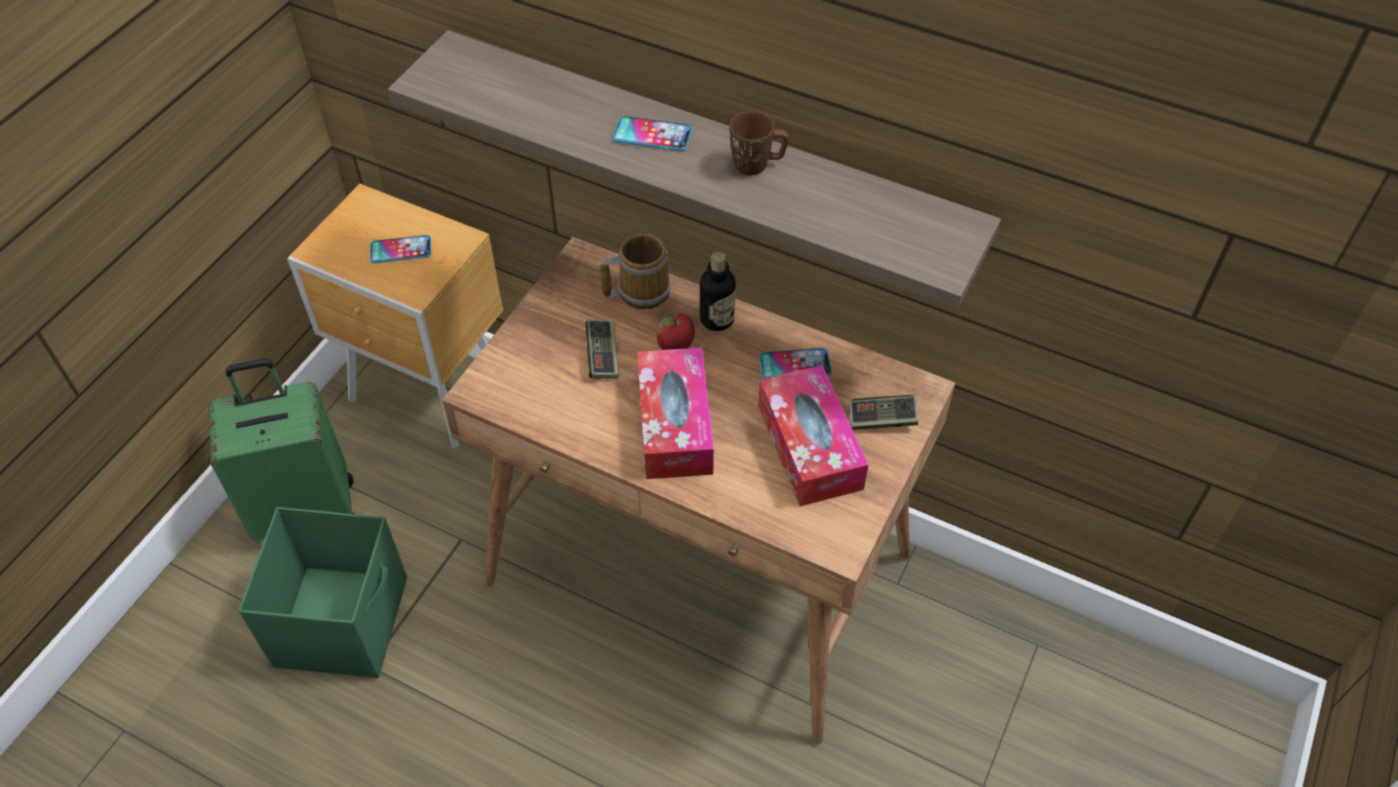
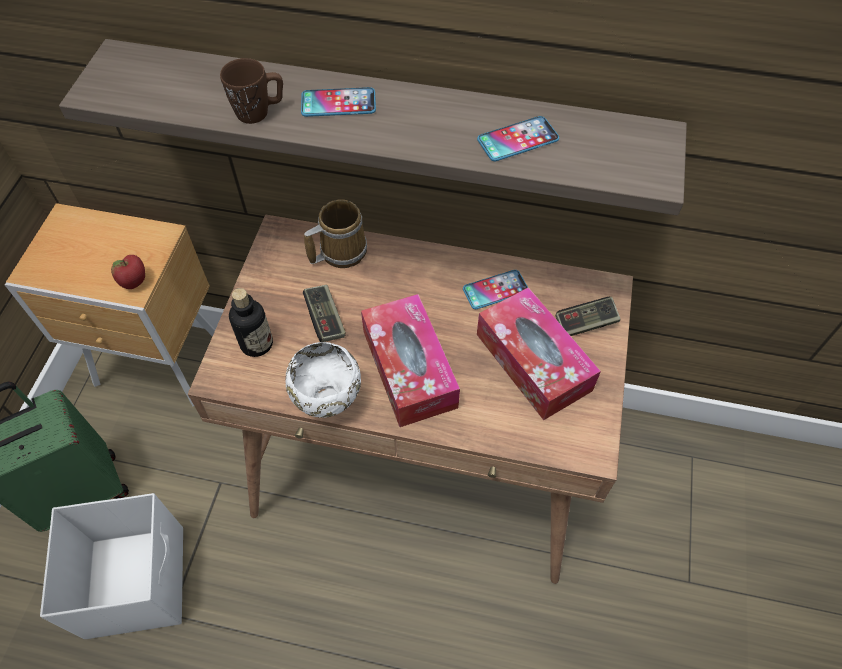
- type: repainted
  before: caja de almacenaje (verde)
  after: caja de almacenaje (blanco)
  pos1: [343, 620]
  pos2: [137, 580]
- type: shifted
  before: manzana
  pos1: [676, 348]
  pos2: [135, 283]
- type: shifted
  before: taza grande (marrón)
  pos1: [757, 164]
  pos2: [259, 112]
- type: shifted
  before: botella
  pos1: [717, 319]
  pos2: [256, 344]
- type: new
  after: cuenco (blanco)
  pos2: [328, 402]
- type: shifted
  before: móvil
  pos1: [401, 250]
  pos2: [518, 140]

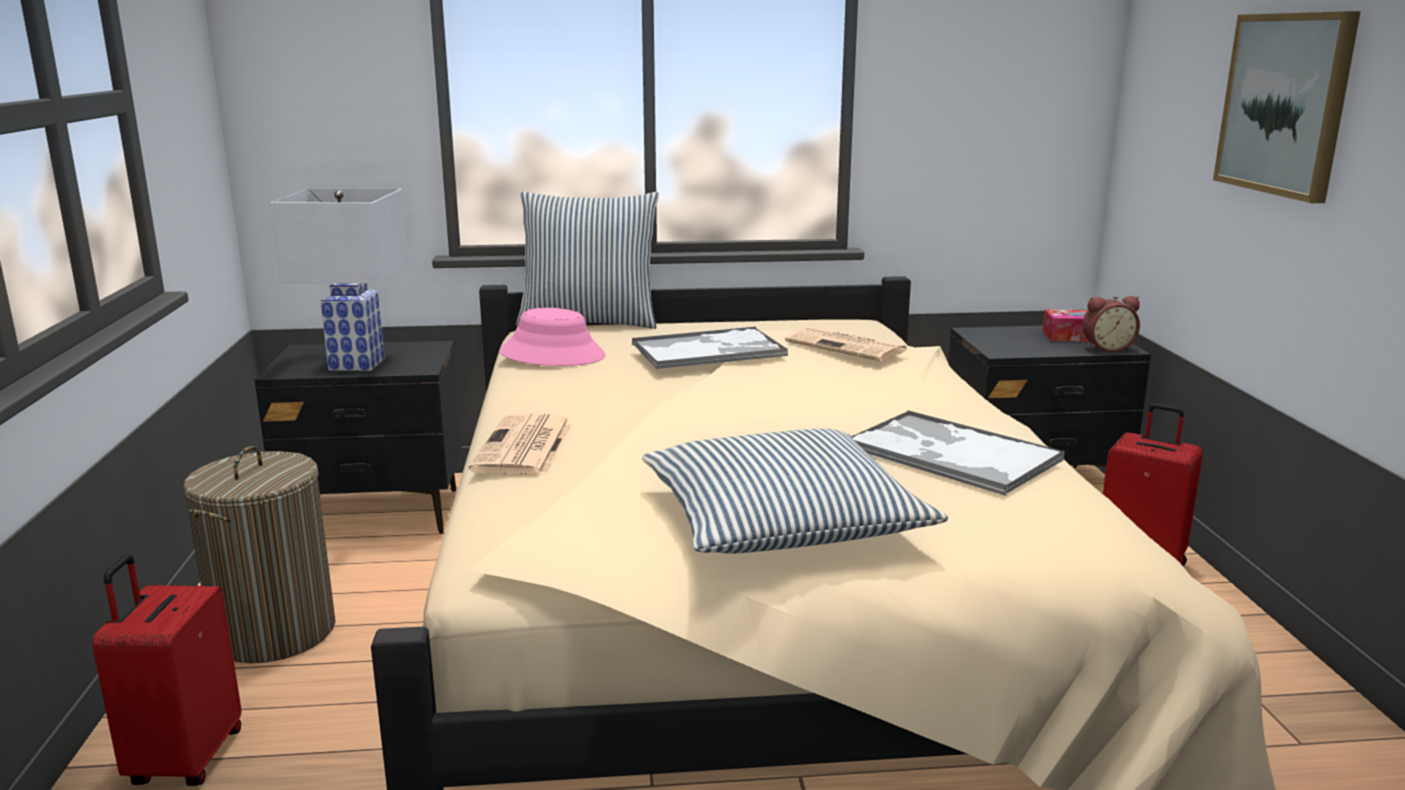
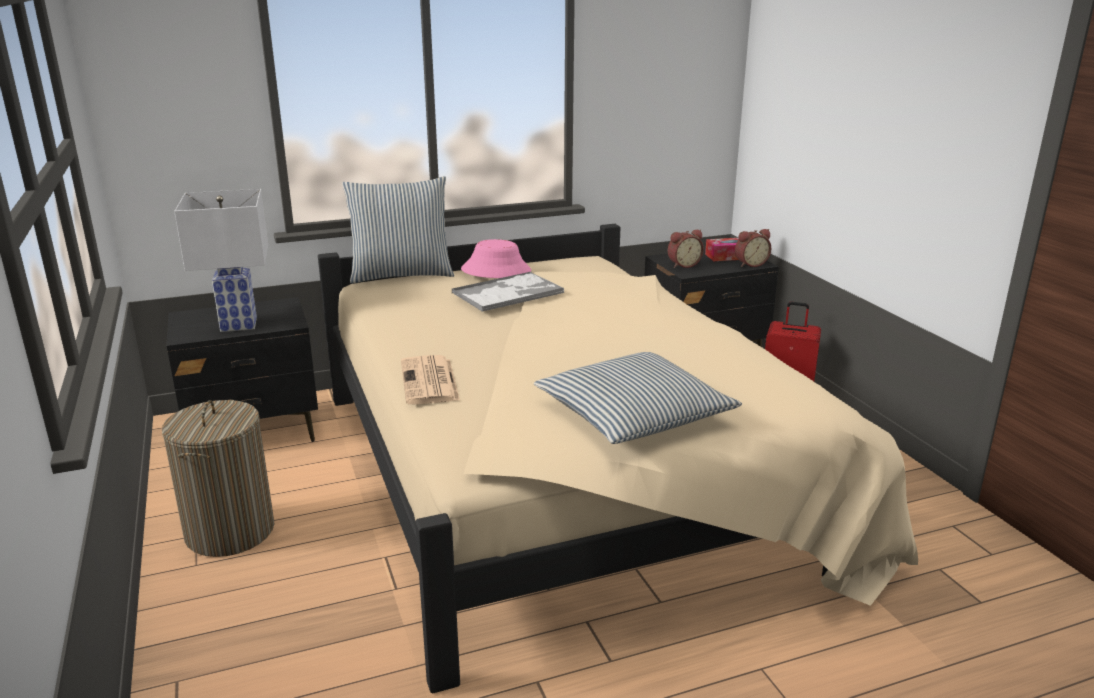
- type: shifted
  before: sombrero (rosa)
  pos1: [552, 355]
  pos2: [496, 270]
- type: new
  after: despertador
  pos2: [683, 265]
- type: gone
  before: maleta (rojo)
  pos1: [184, 759]
- type: gone
  before: periódico
  pos1: [848, 346]
- type: gone
  before: bandeja
  pos1: [950, 453]
- type: gone
  before: cuadro
  pos1: [1285, 104]

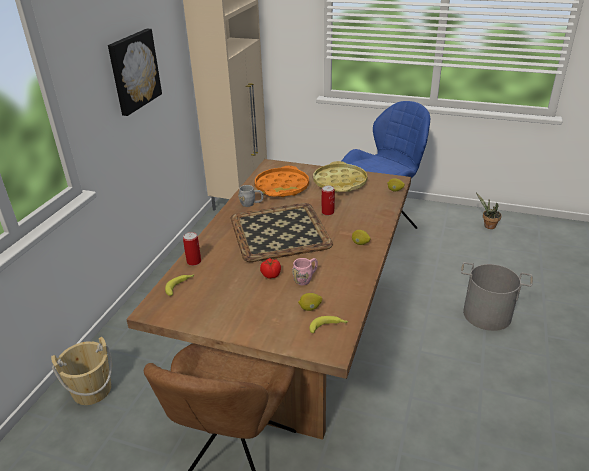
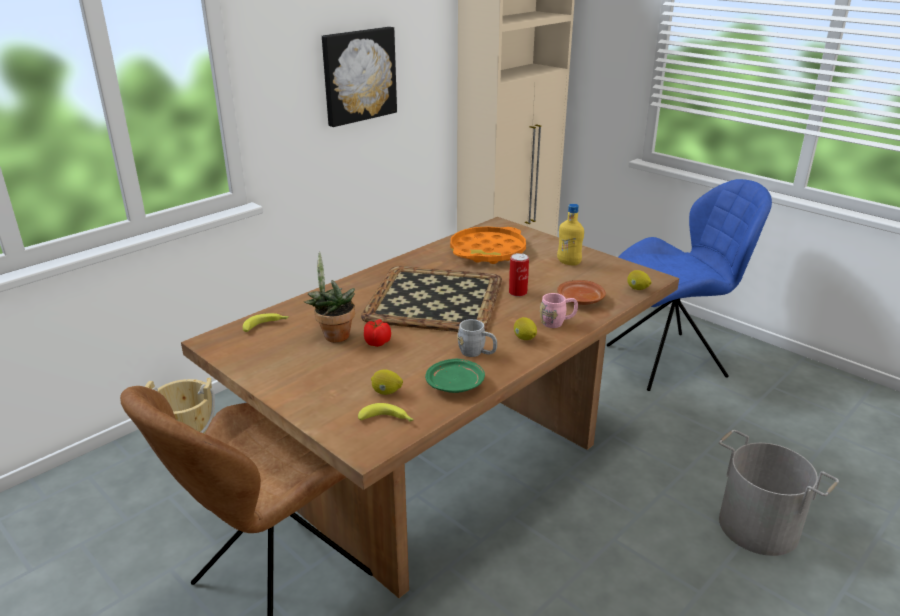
- type: shifted
  before: planta en maceta
  pos1: [488, 226]
  pos2: [333, 335]
- type: new
  after: plato (verde)
  pos2: [455, 384]
- type: shifted
  before: taza grande (gris)
  pos1: [251, 204]
  pos2: [477, 353]
- type: shifted
  before: taza grande (rosa)
  pos1: [306, 278]
  pos2: [558, 322]
- type: swapped
  before: bandeja (amarillo)
  after: botella (amarillo)
  pos1: [340, 182]
  pos2: [568, 263]
- type: new
  after: plato (marrón)
  pos2: [580, 300]
- type: gone
  before: lata
  pos1: [194, 261]

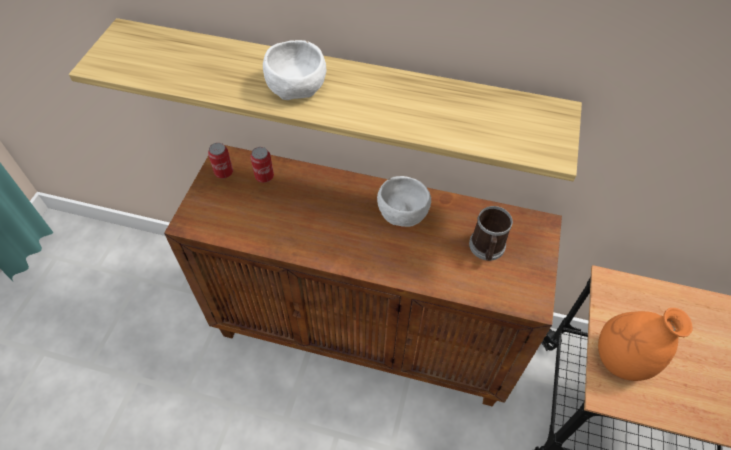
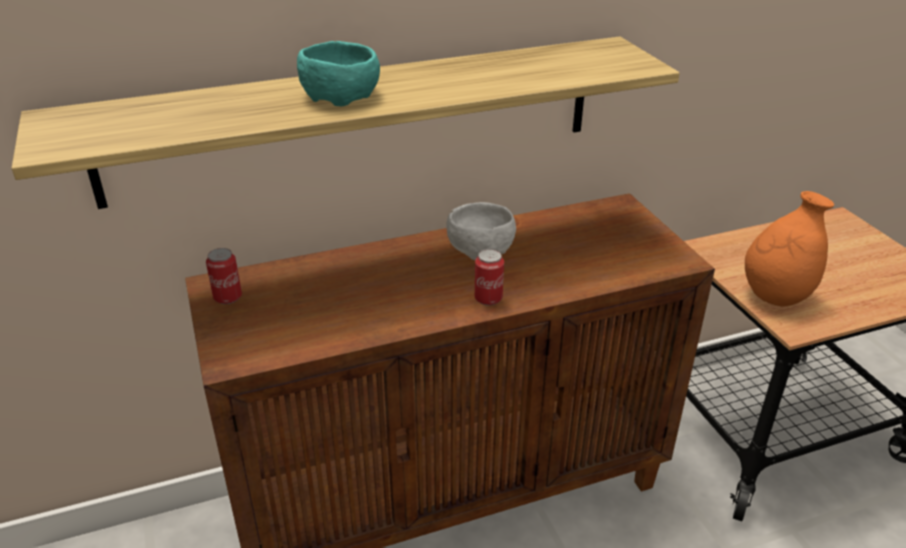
- type: repainted
  before: cuenco (blanco)
  after: cuenco (turquesa)
  pos1: [297, 85]
  pos2: [341, 94]
- type: shifted
  before: lata
  pos1: [264, 176]
  pos2: [488, 298]
- type: gone
  before: taza grande
  pos1: [486, 249]

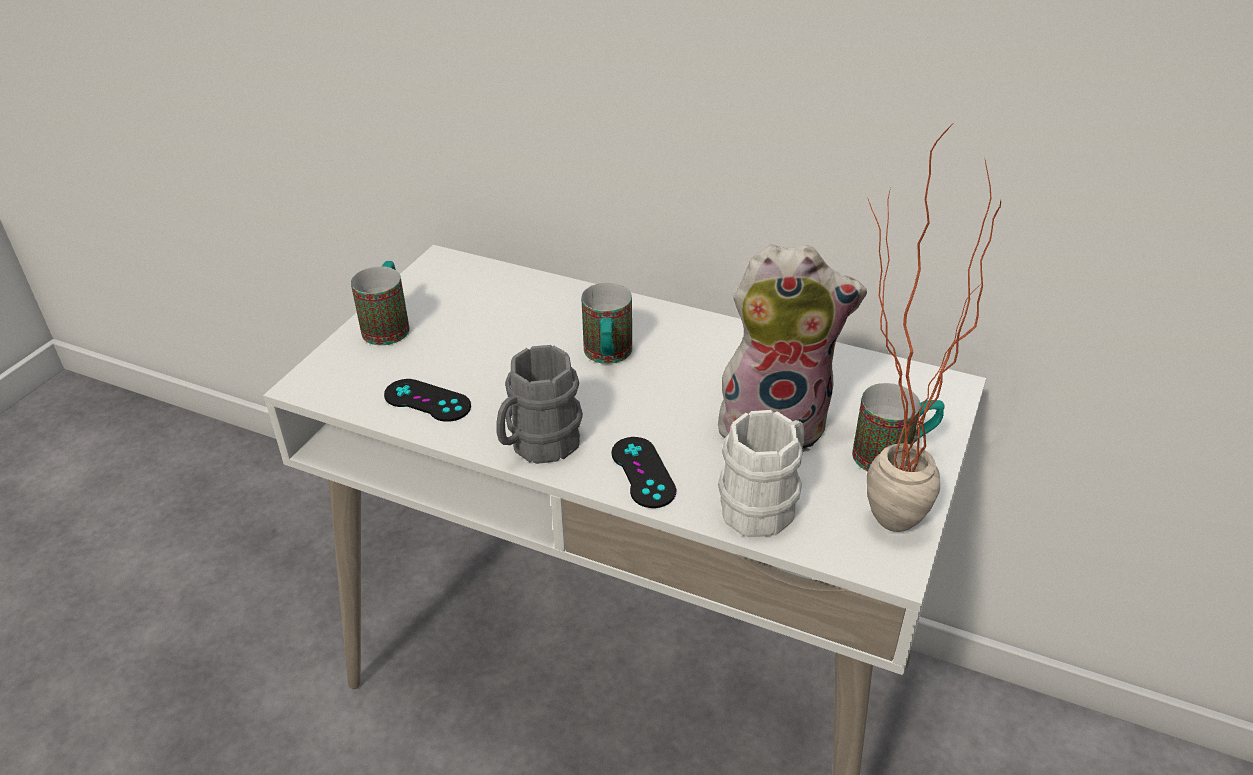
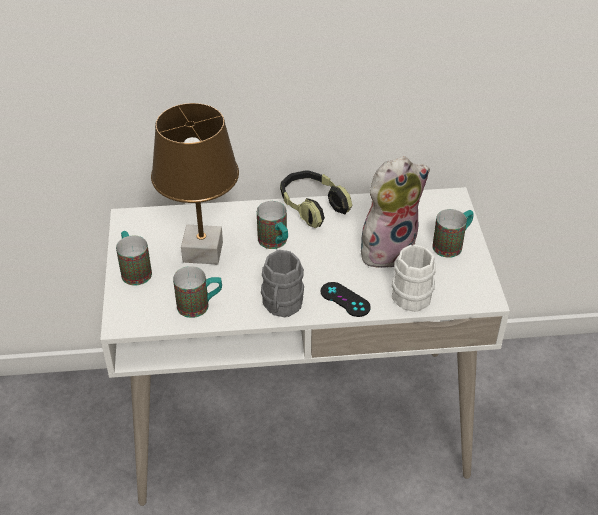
- type: new
  after: lámpara de mesa (marrón)
  pos2: [203, 251]
- type: swapped
  before: mando de consola (negro)
  after: taza grande
  pos1: [427, 401]
  pos2: [200, 306]
- type: new
  after: auriculares
  pos2: [312, 206]
- type: gone
  before: planta en maceta
  pos1: [872, 516]

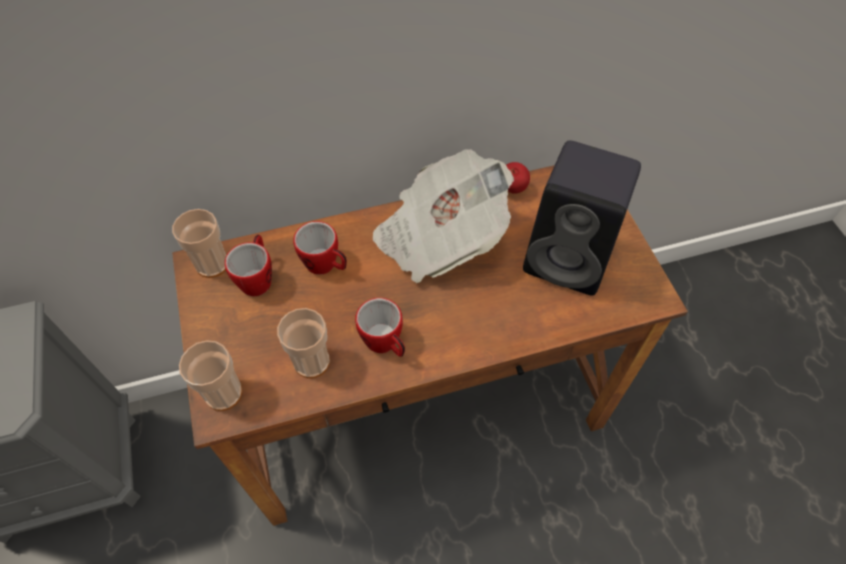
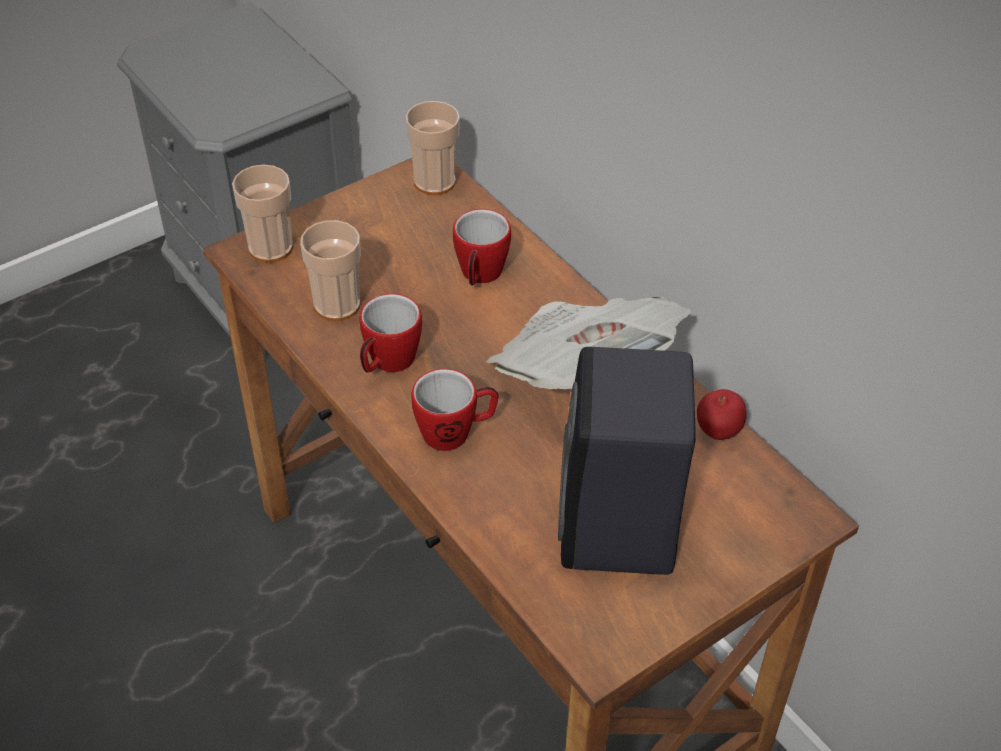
- type: shifted
  before: taza grande
  pos1: [258, 277]
  pos2: [456, 432]

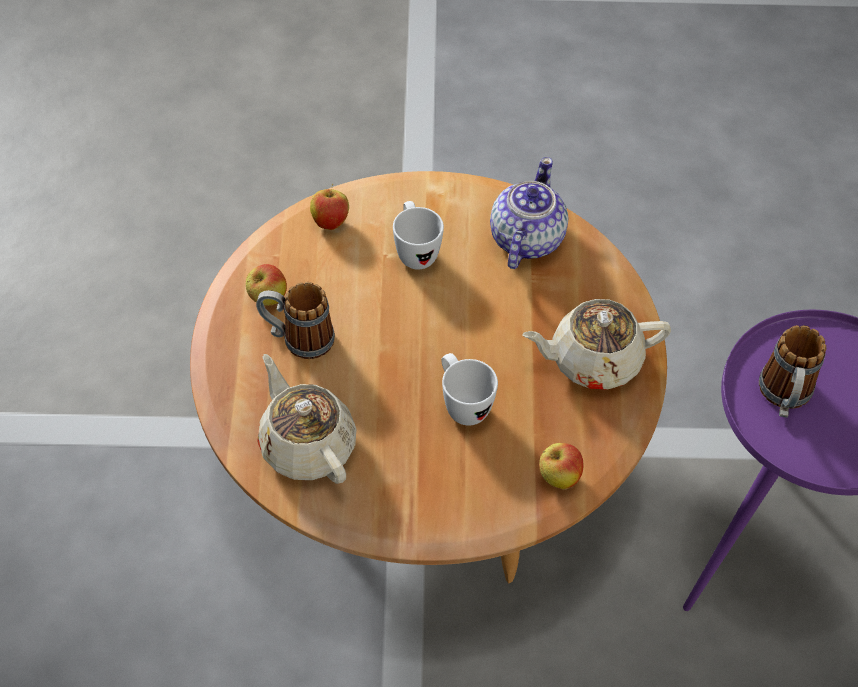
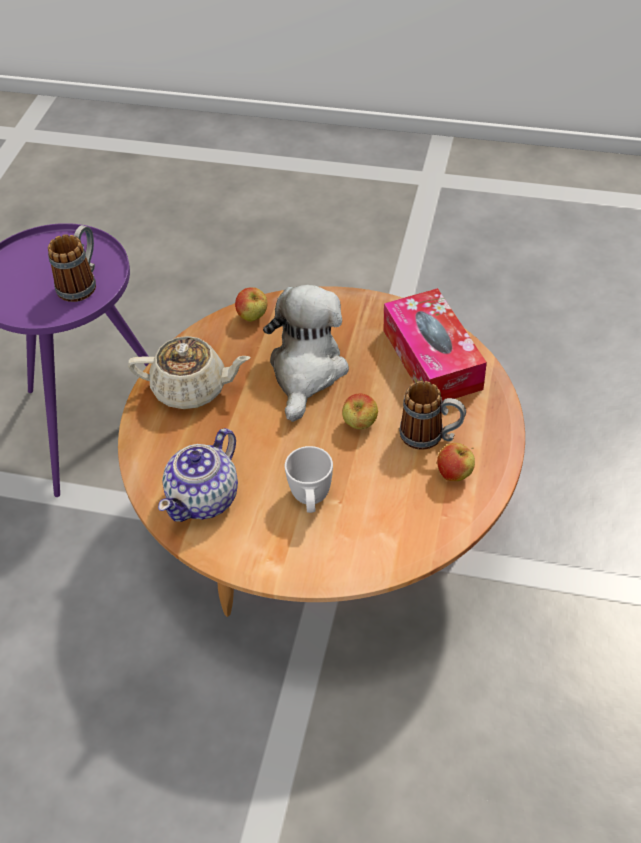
- type: swapped
  before: taza grande (blanco)
  after: peluche
  pos1: [462, 404]
  pos2: [306, 371]
- type: shifted
  before: manzana
  pos1: [330, 222]
  pos2: [360, 425]
- type: swapped
  before: tetera (beis)
  after: caja de pañuelos
  pos1: [307, 444]
  pos2: [432, 359]

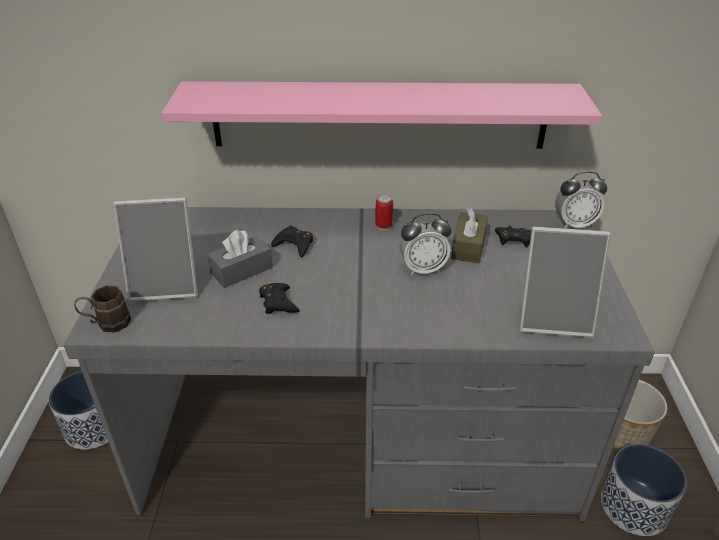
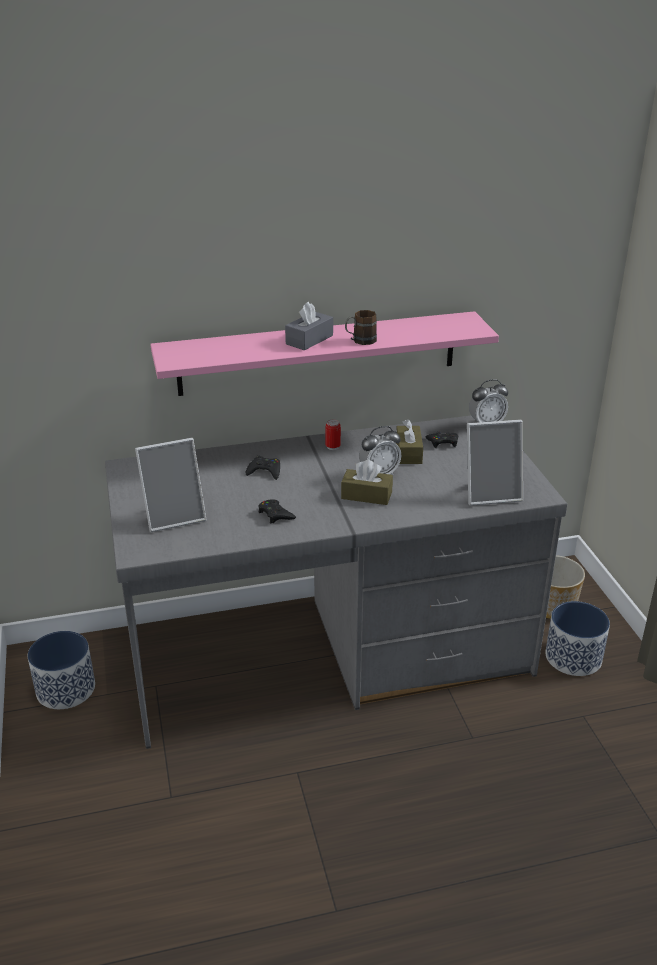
- type: shifted
  before: caja de pañuelos (gris)
  pos1: [241, 270]
  pos2: [309, 340]
- type: new
  after: caja de pañuelos (marrón)
  pos2: [366, 495]
- type: shifted
  before: taza grande (marrón)
  pos1: [107, 324]
  pos2: [360, 341]

